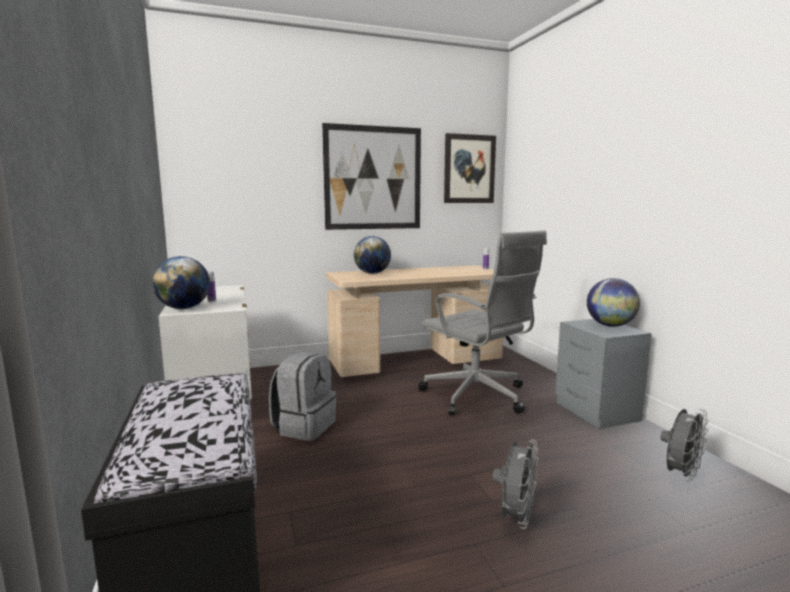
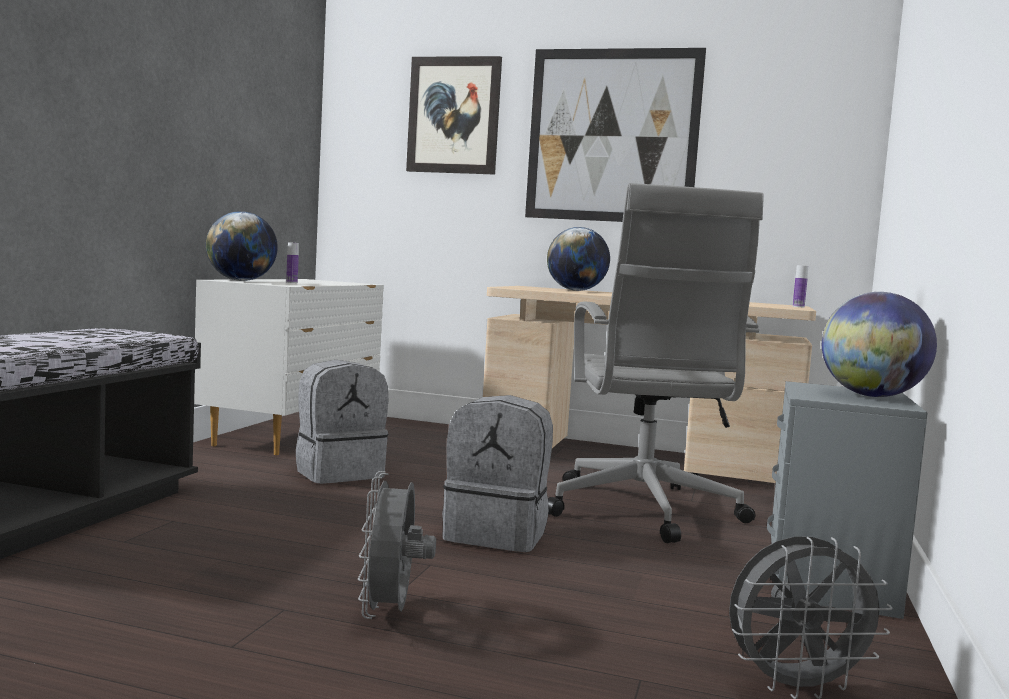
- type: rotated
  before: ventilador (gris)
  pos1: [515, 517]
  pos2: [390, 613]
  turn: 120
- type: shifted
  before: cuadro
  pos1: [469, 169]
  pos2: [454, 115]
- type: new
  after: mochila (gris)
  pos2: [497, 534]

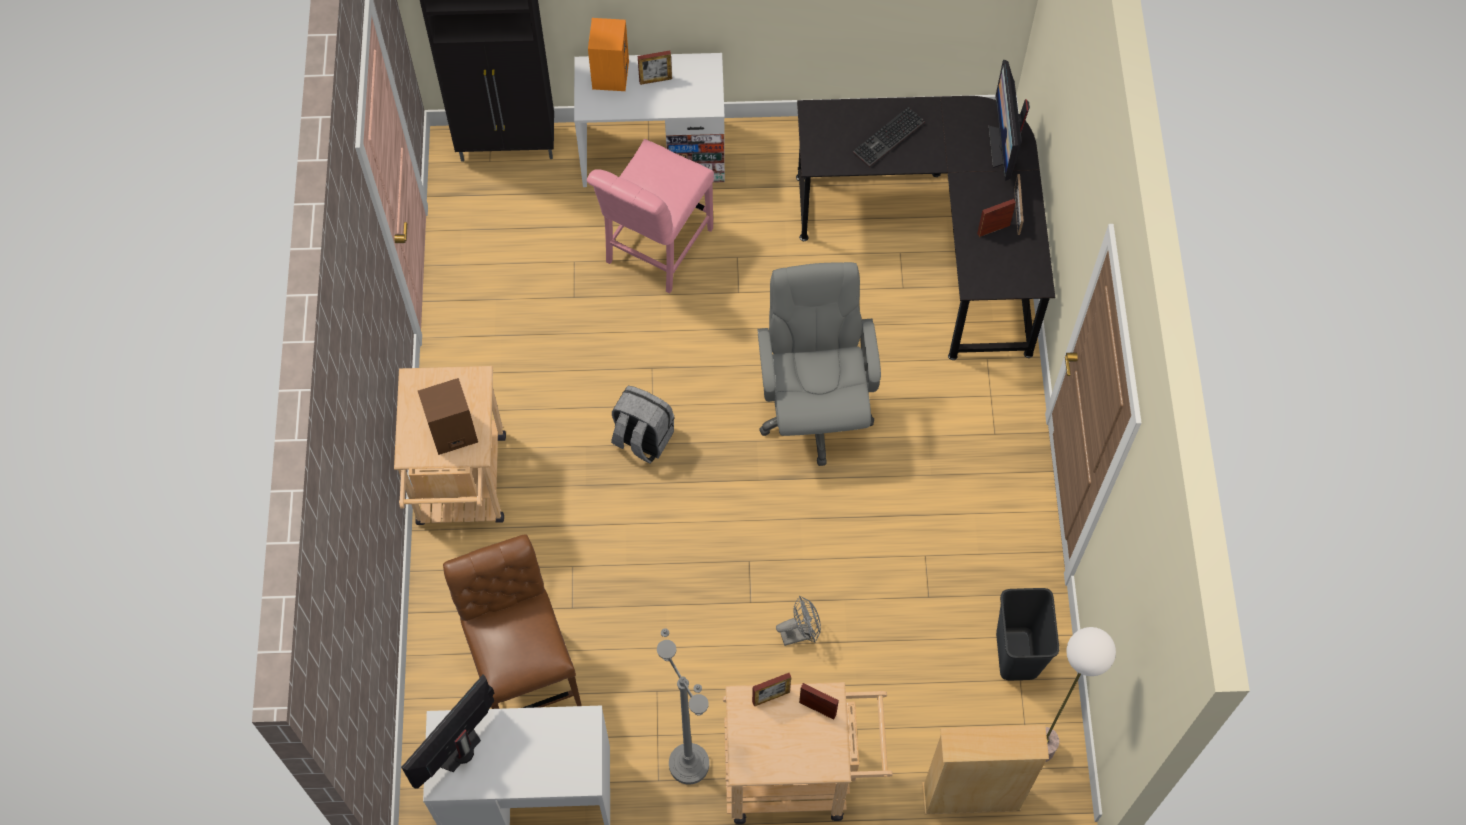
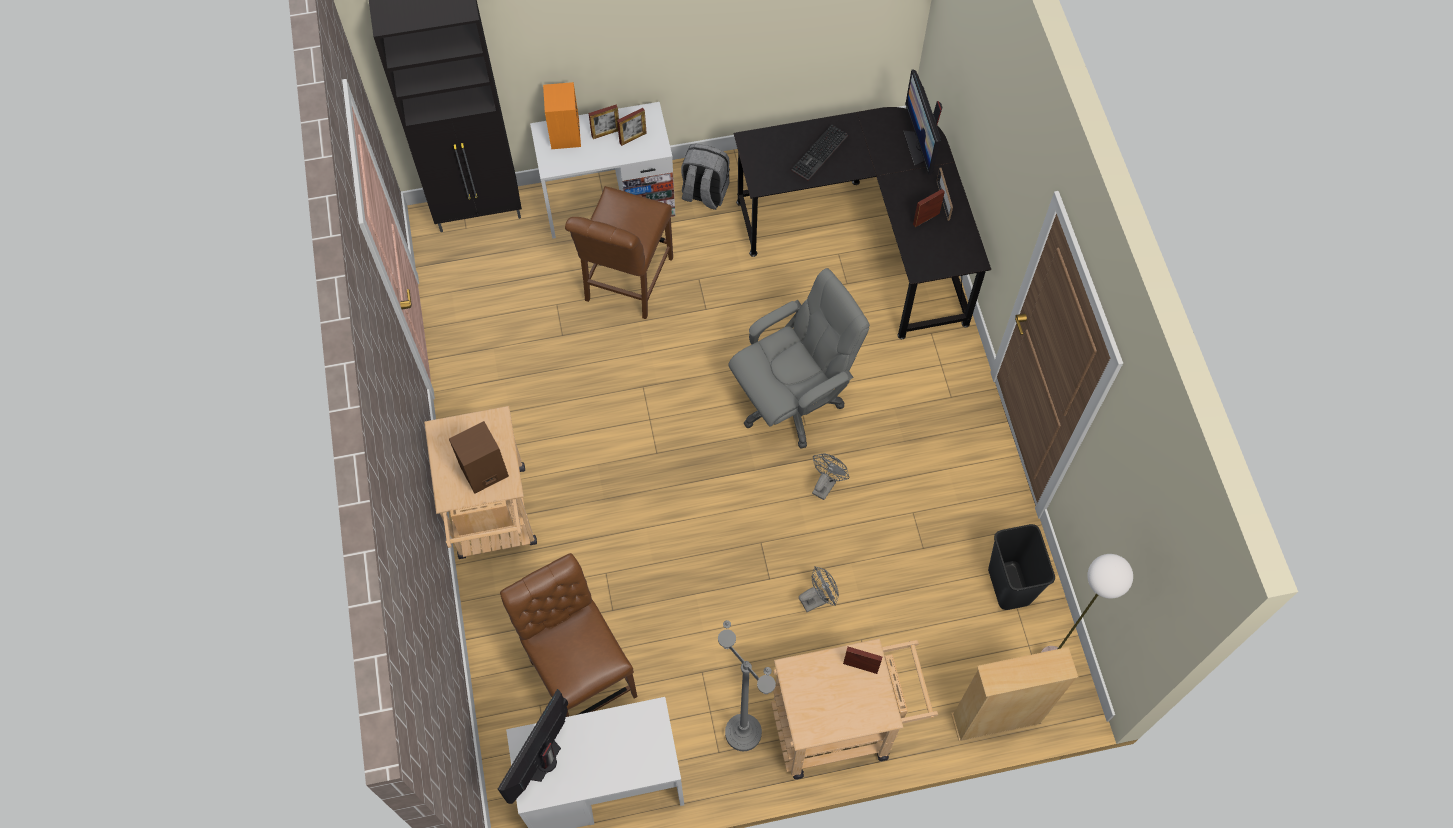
- type: repainted
  before: silla (rosa)
  after: silla (marrón)
  pos1: [655, 250]
  pos2: [626, 283]
- type: shifted
  before: portarretratos
  pos1: [771, 697]
  pos2: [633, 138]
- type: shifted
  before: mochila (gris)
  pos1: [642, 439]
  pos2: [704, 193]
- type: rotated
  before: silla de oficina (gris)
  pos1: [814, 410]
  pos2: [791, 401]
  turn: 75
- type: new
  after: ventilador (gris)
  pos2: [825, 484]

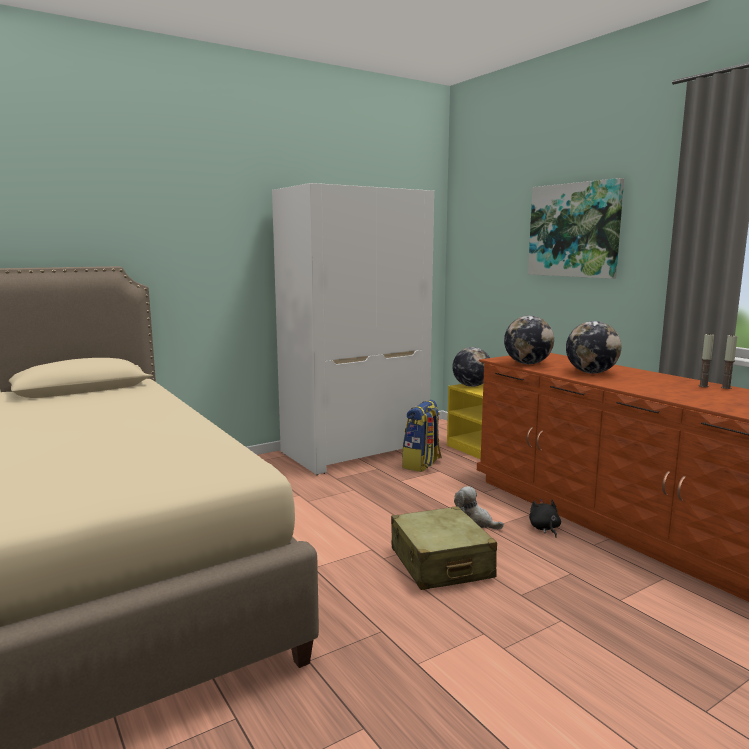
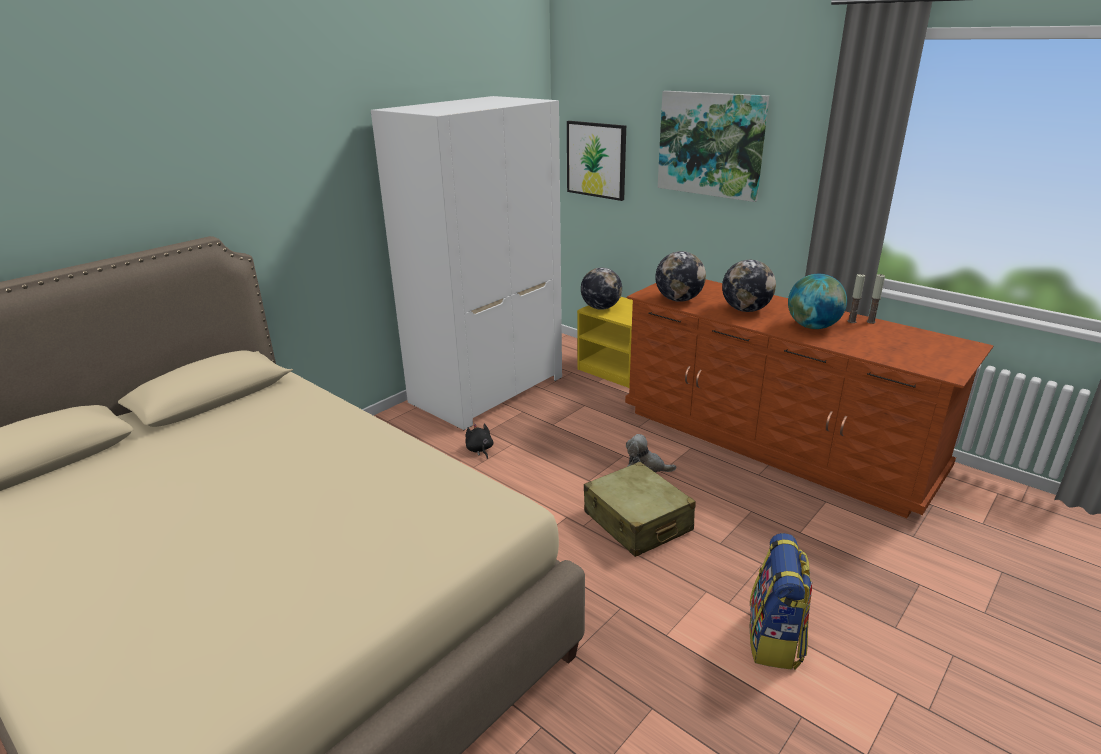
- type: shifted
  before: peluche (negro)
  pos1: [544, 528]
  pos2: [479, 450]
- type: new
  after: cuadro
  pos2: [596, 160]
- type: shifted
  before: mochila
  pos1: [422, 464]
  pos2: [775, 640]
- type: new
  after: globo terráqueo
  pos2: [813, 327]

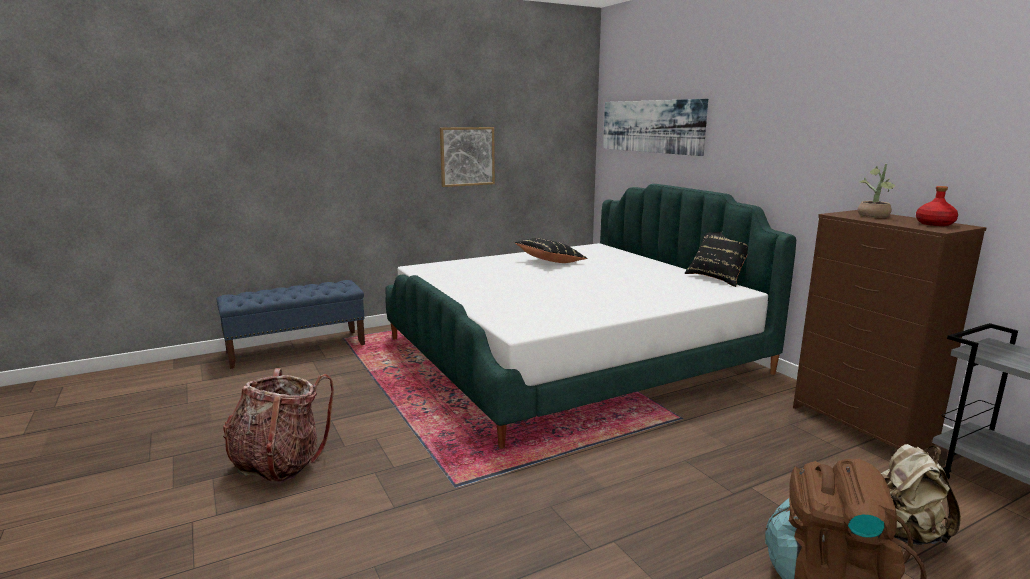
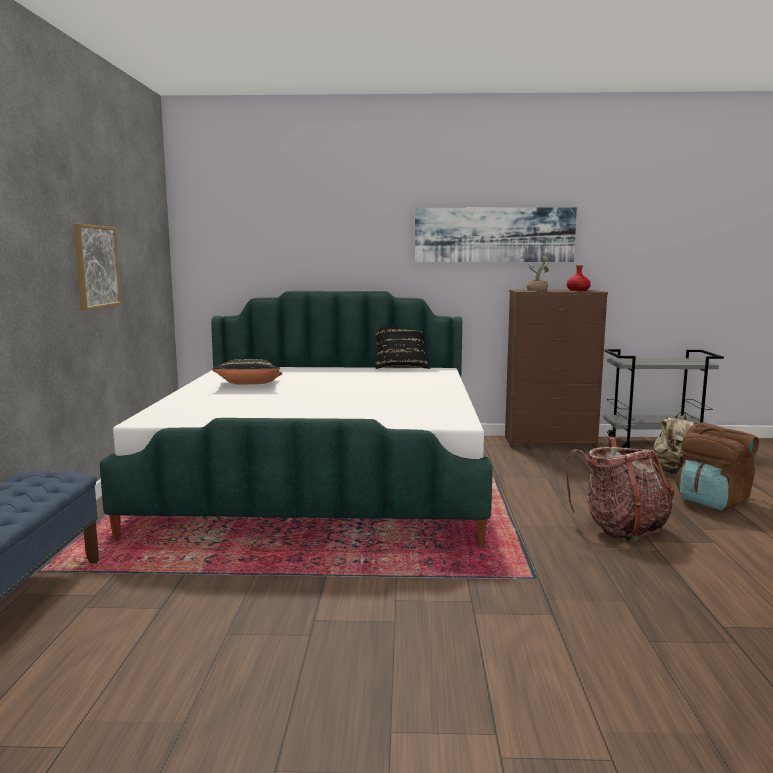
- type: shifted
  before: cuadro
  pos1: [651, 126]
  pos2: [494, 235]
- type: shifted
  before: mochila
  pos1: [279, 463]
  pos2: [621, 528]

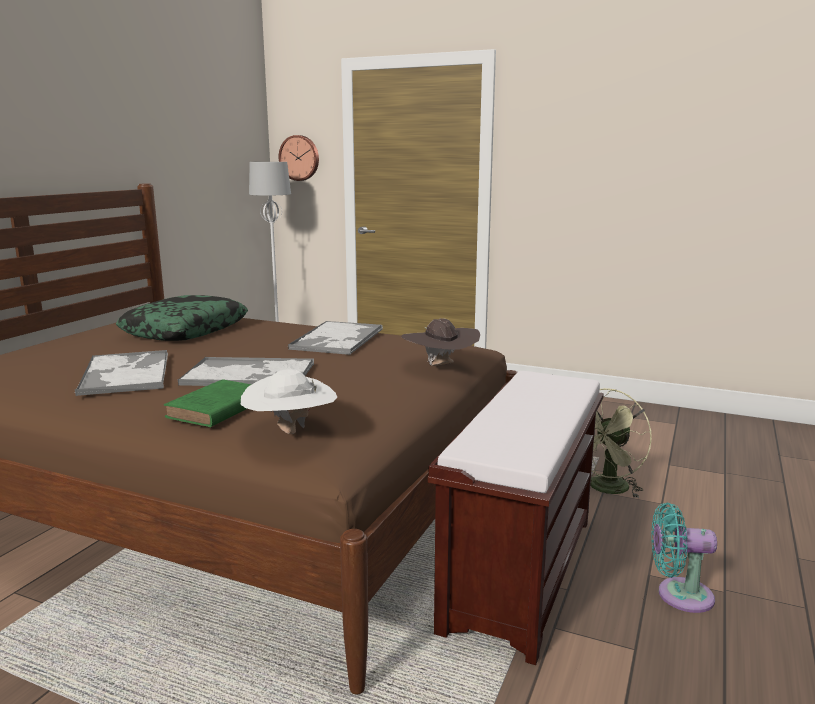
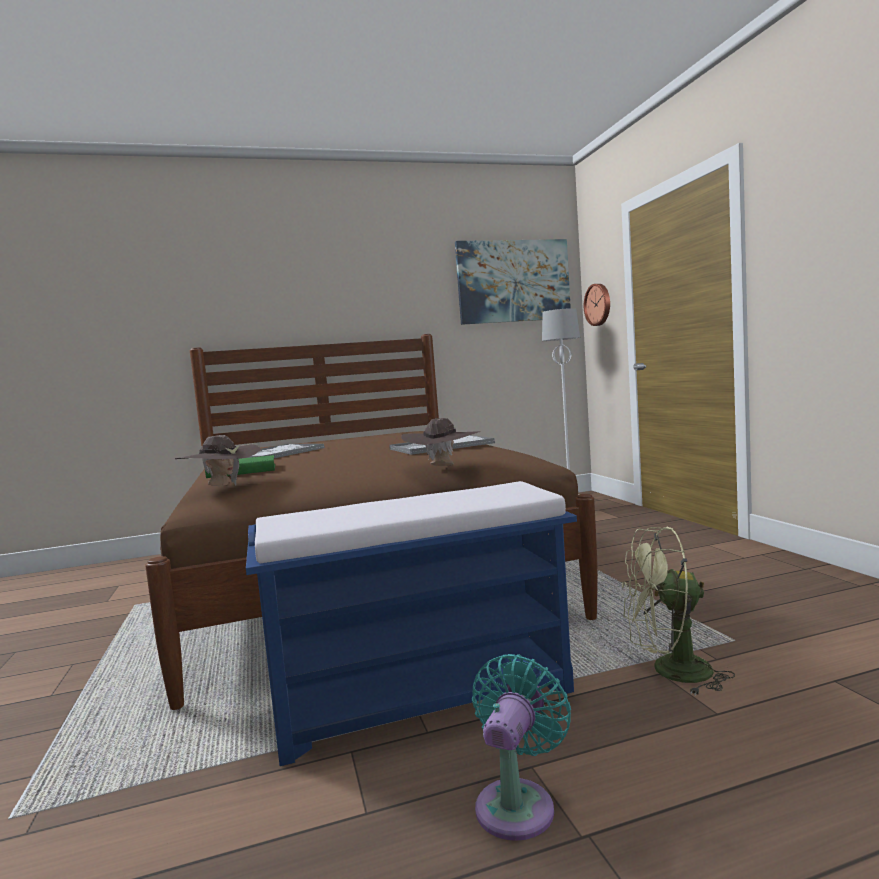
- type: repainted
  before: sombrero (blanco)
  after: sombrero (marrón)
  pos1: [290, 433]
  pos2: [222, 486]
- type: repainted
  before: banco (marrón)
  after: banco (azul)
  pos1: [520, 570]
  pos2: [425, 697]
- type: new
  after: cuadro
  pos2: [513, 281]
- type: rotated
  before: ventilador (turquesa)
  pos1: [679, 595]
  pos2: [518, 803]
  turn: 60
- type: gone
  before: cojín
  pos1: [185, 330]
- type: gone
  before: bandeja
  pos1: [250, 374]

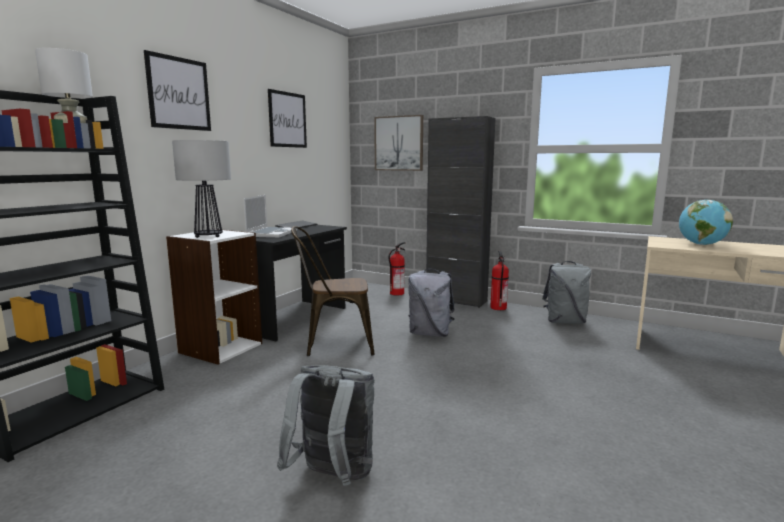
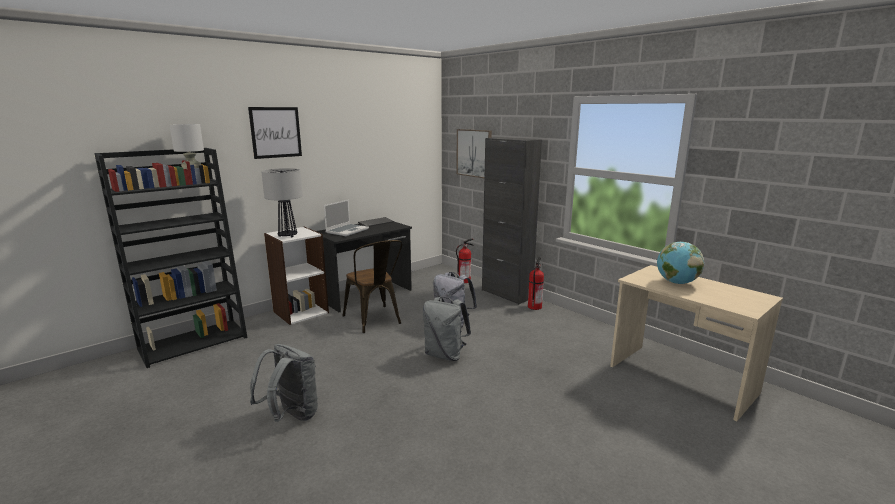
- type: rotated
  before: silla (marrón)
  pos1: [333, 344]
  pos2: [375, 321]
  turn: -135
- type: shifted
  before: mochila (gris)
  pos1: [564, 321]
  pos2: [445, 355]
- type: gone
  before: cuadro
  pos1: [287, 120]

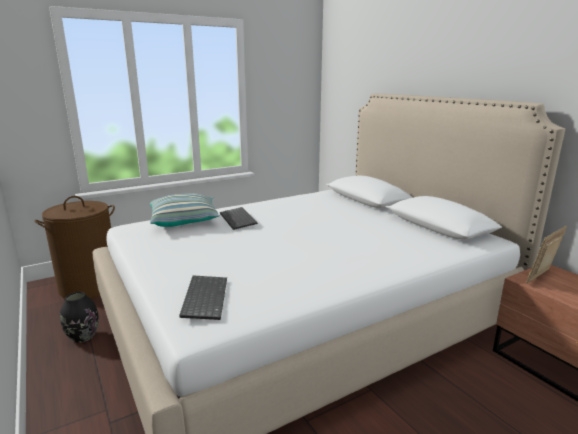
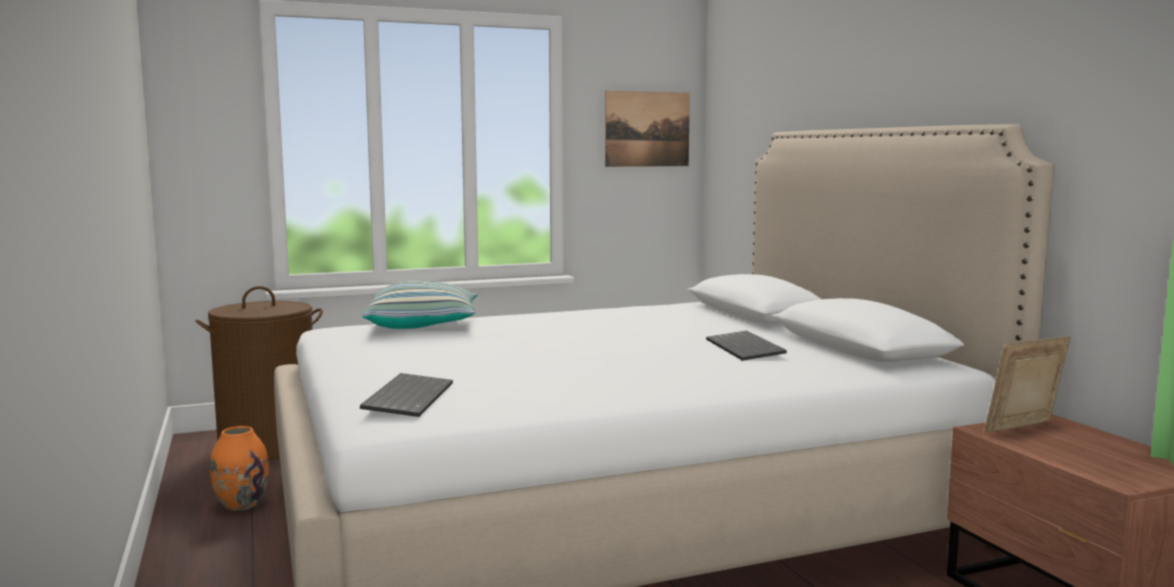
- type: repainted
  before: florero (negro)
  after: florero (naranja)
  pos1: [83, 336]
  pos2: [241, 504]
- type: new
  after: cuadro
  pos2: [647, 129]
- type: shifted
  before: teclado
  pos1: [239, 219]
  pos2: [746, 348]

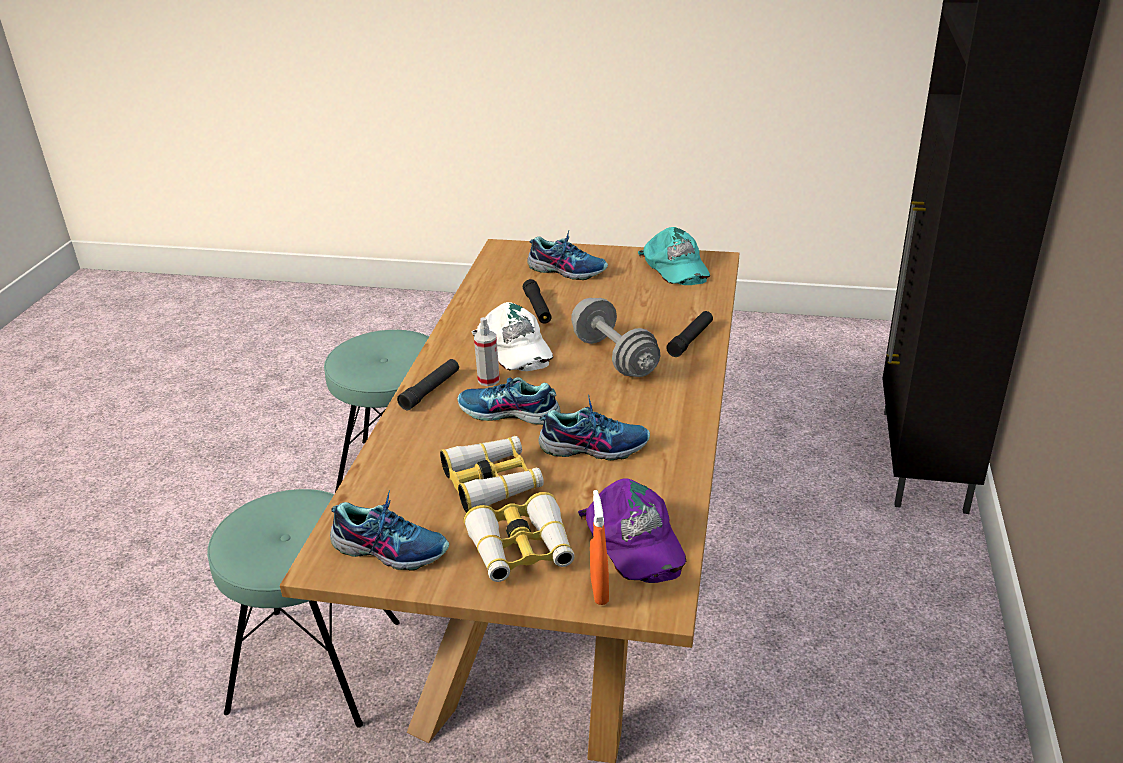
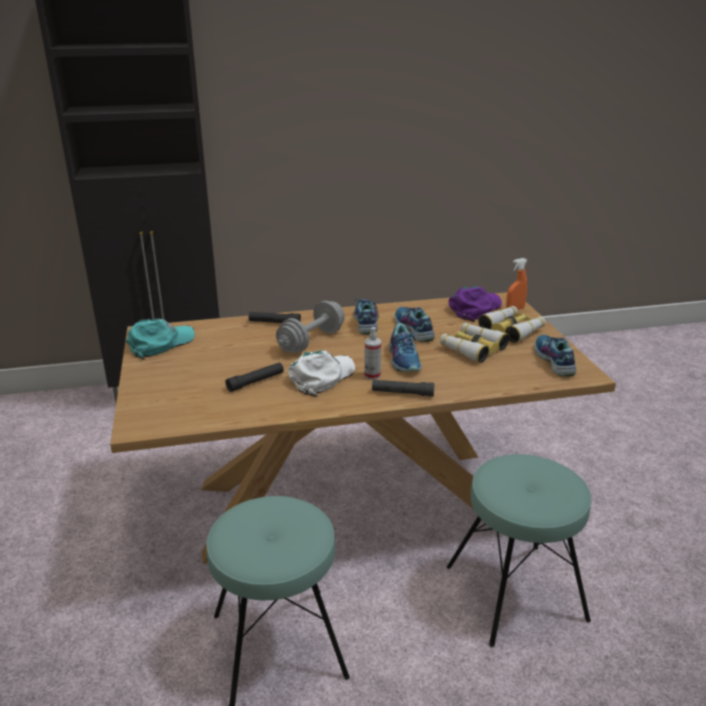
- type: shifted
  before: zapato
  pos1: [567, 270]
  pos2: [365, 322]

